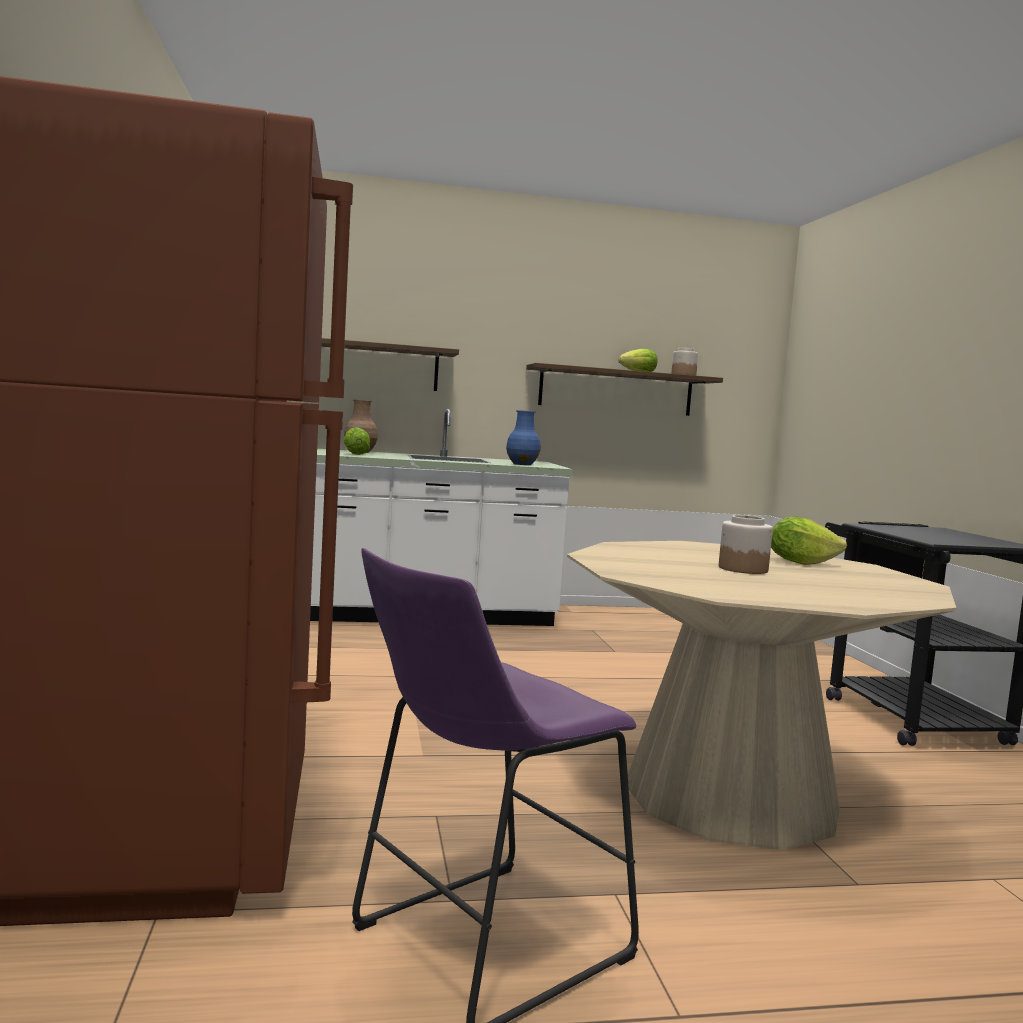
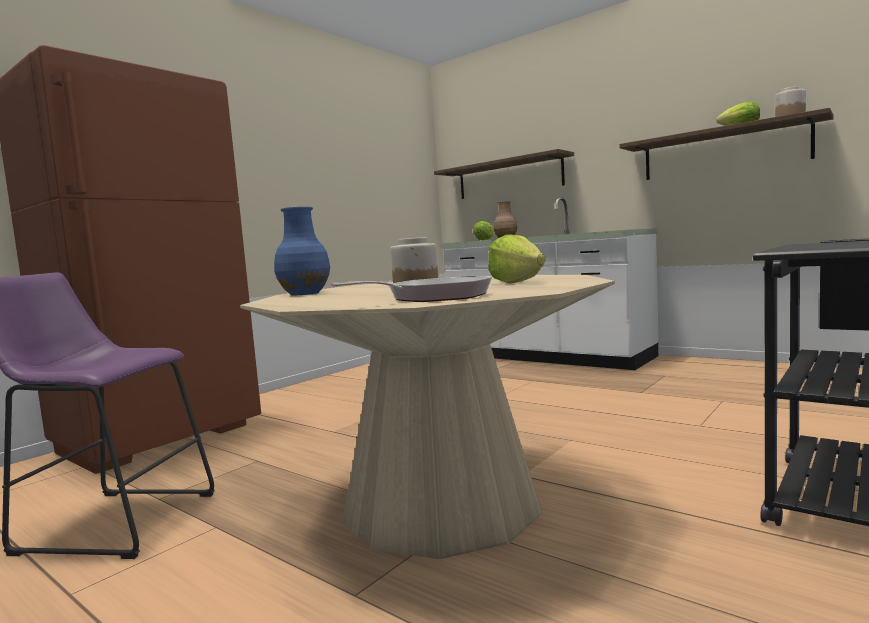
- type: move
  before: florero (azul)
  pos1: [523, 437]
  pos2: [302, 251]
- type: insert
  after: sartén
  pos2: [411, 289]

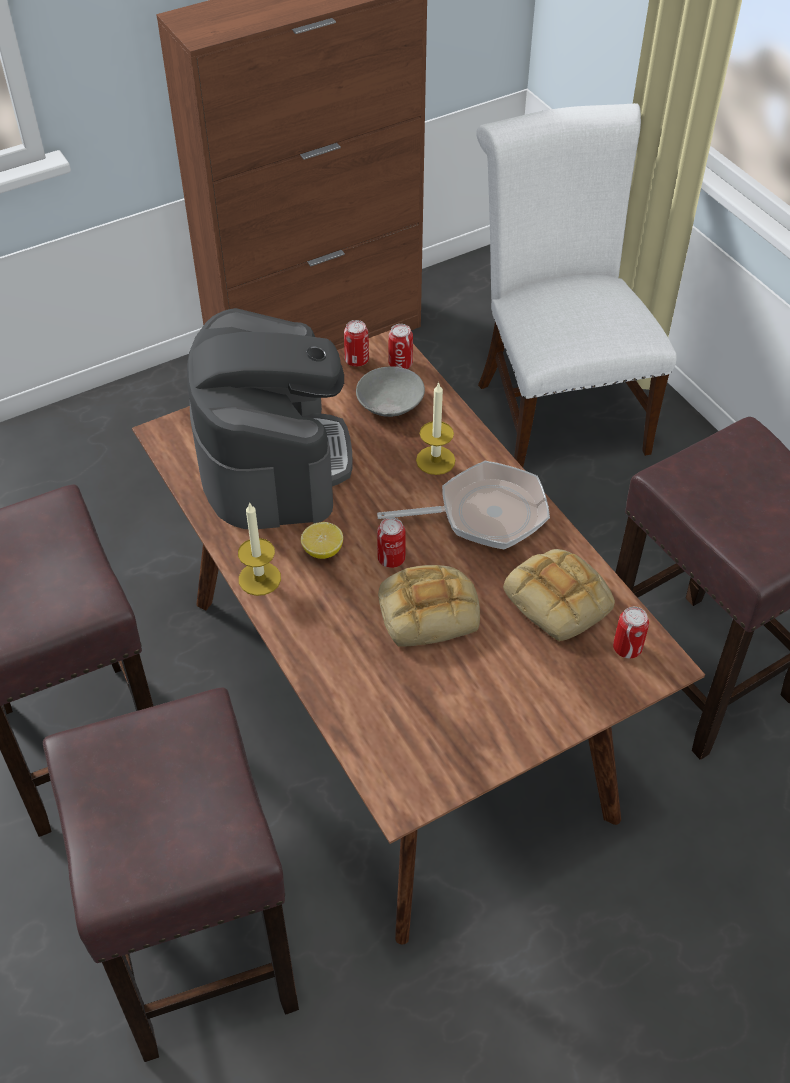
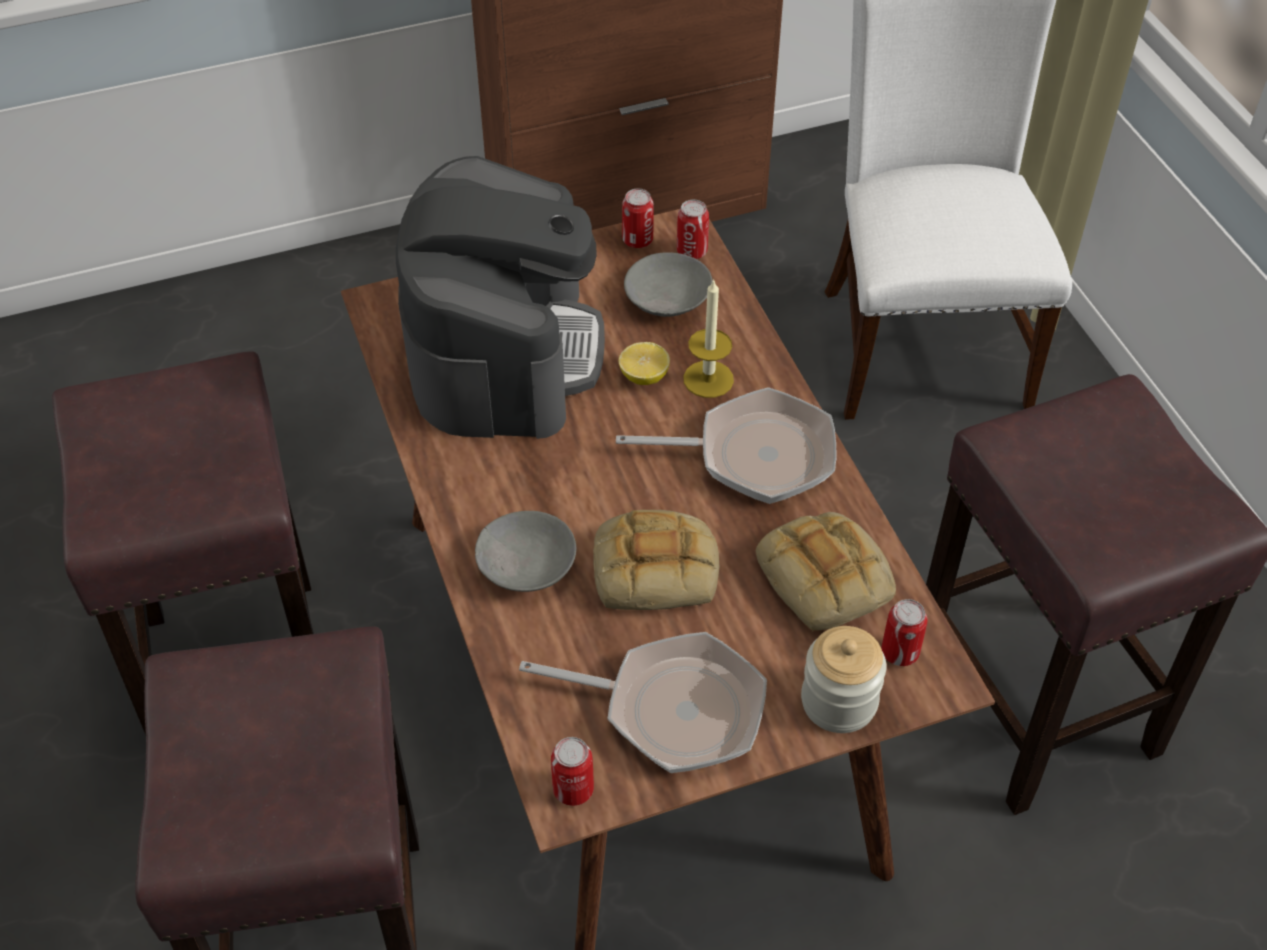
- type: delete
  before: vela
  pos1: [259, 549]
- type: move
  before: limón
  pos1: [322, 540]
  pos2: [644, 363]
- type: move
  before: lata
  pos1: [391, 542]
  pos2: [572, 771]
- type: insert
  after: cuenco (gris)
  pos2: [525, 551]
- type: insert
  after: sartén
  pos2: [643, 702]
- type: insert
  after: tarro
  pos2: [844, 679]

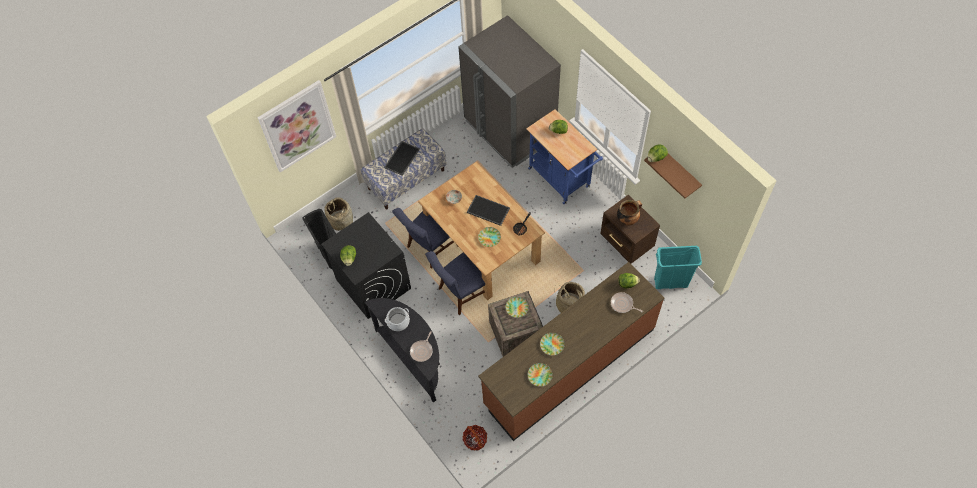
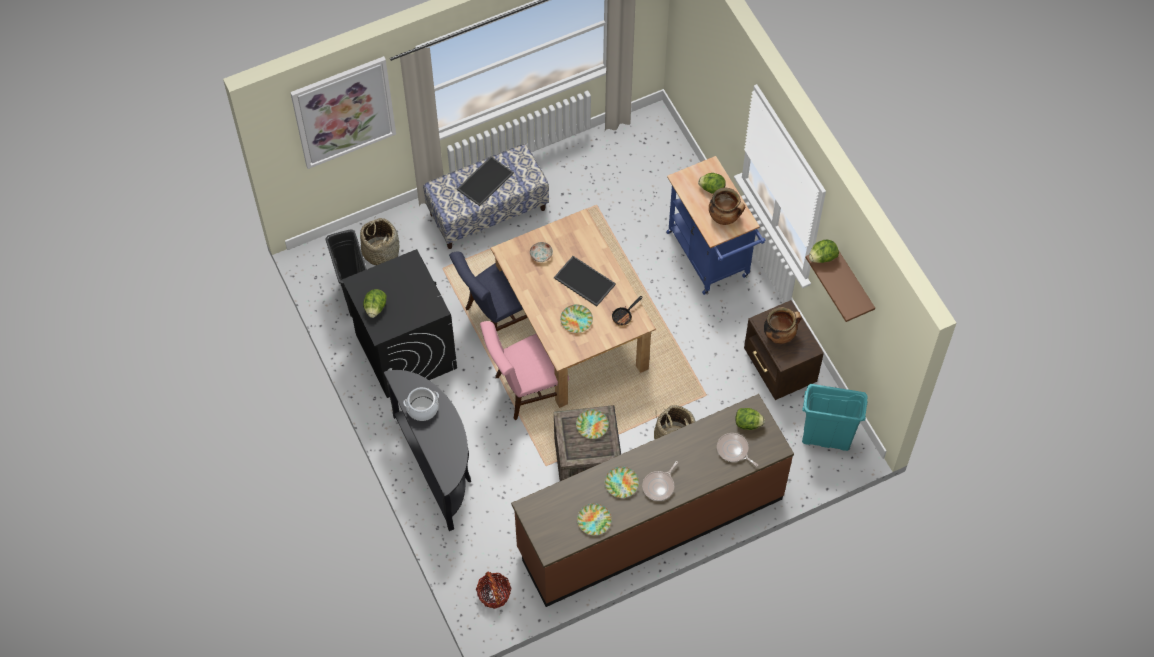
- type: move
  before: sartén
  pos1: [421, 346]
  pos2: [660, 481]
- type: recolor
  before: silla (azul)
  after: silla (rosa)
  pos1: [455, 283]
  pos2: [524, 370]
- type: delete
  before: nevera (gris)
  pos1: [509, 91]
- type: insert
  after: olla
  pos2: [727, 206]

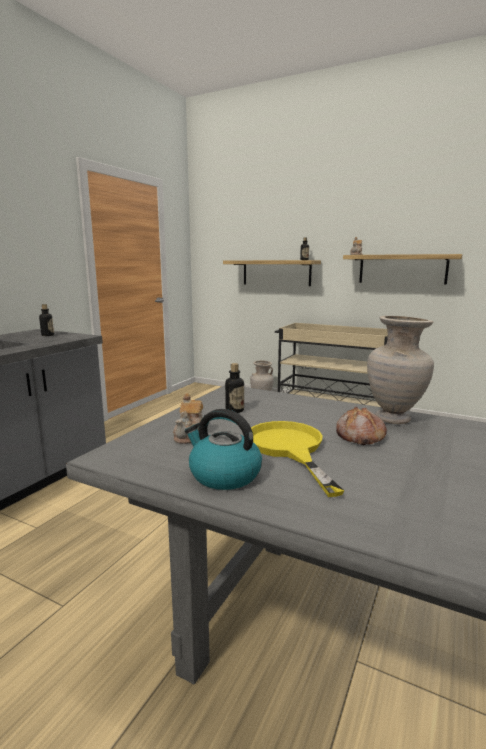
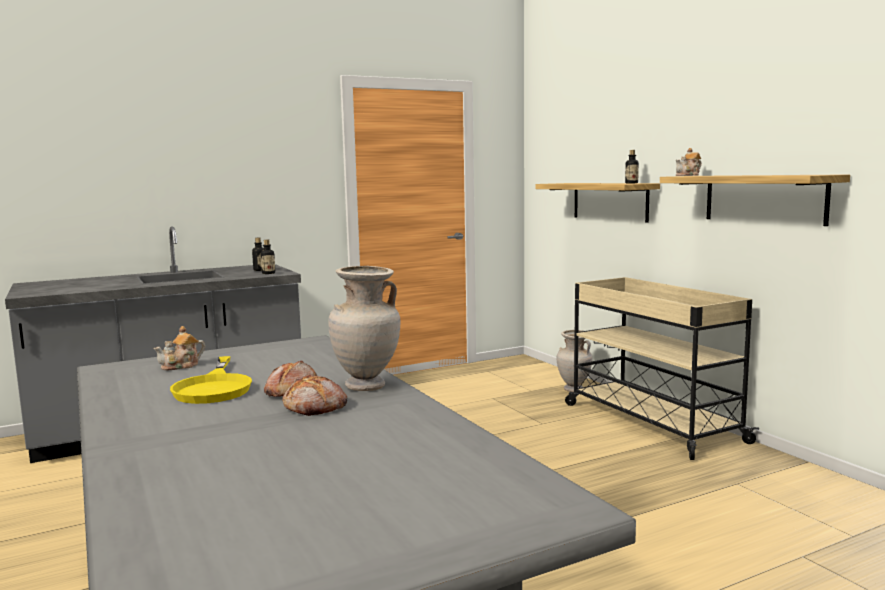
- type: delete
  before: hervidor
  pos1: [223, 449]
- type: move
  before: botella
  pos1: [234, 388]
  pos2: [268, 257]
- type: rotate
  before: sartén (amarillo)
  pos1: [297, 459]
  pos2: [211, 380]
  turn: 150
- type: insert
  after: pan
  pos2: [314, 395]

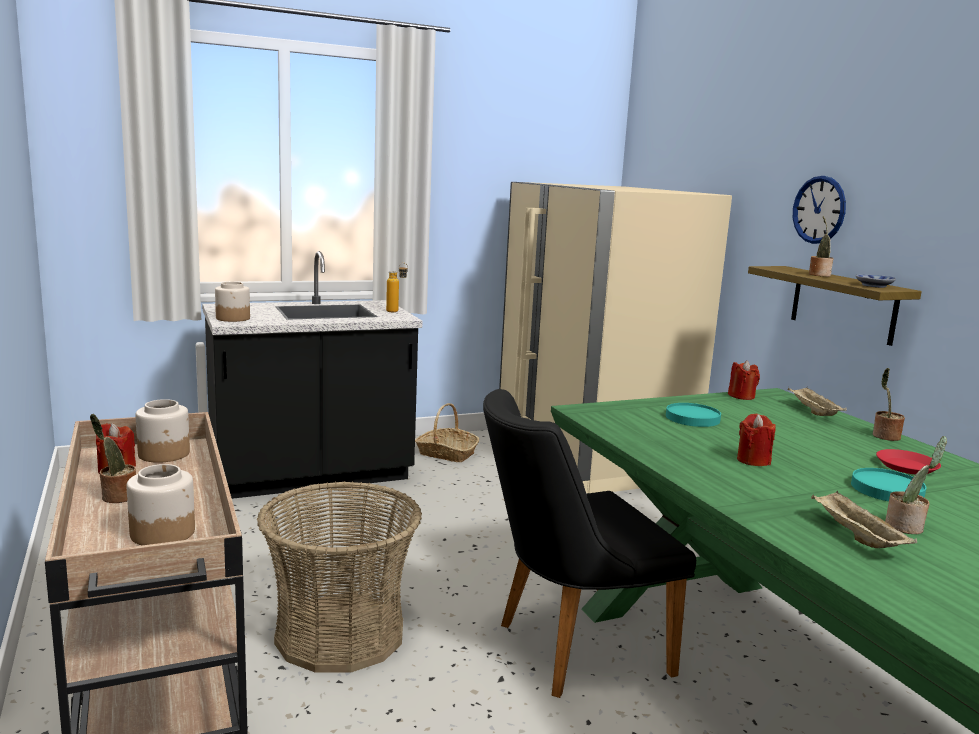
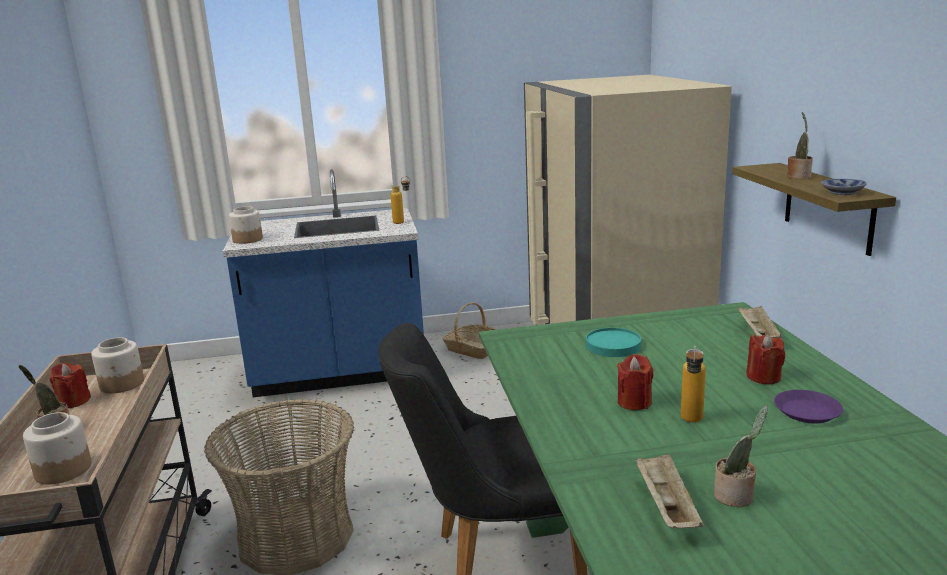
- type: recolor
  before: mueble bajo de cocina (negro)
  after: mueble bajo de cocina (azul)
  pos1: [312, 375]
  pos2: [323, 283]
- type: move
  before: vela (rojo)
  pos1: [744, 380]
  pos2: [765, 359]
- type: delete
  before: reloj de pared
  pos1: [819, 210]
- type: delete
  before: plato (turquesa)
  pos1: [889, 484]
- type: delete
  before: planta en maceta
  pos1: [889, 404]
- type: recolor
  before: plato (rojo)
  after: plato (morado)
  pos1: [908, 462]
  pos2: [808, 406]
- type: insert
  after: botella
  pos2: [693, 383]

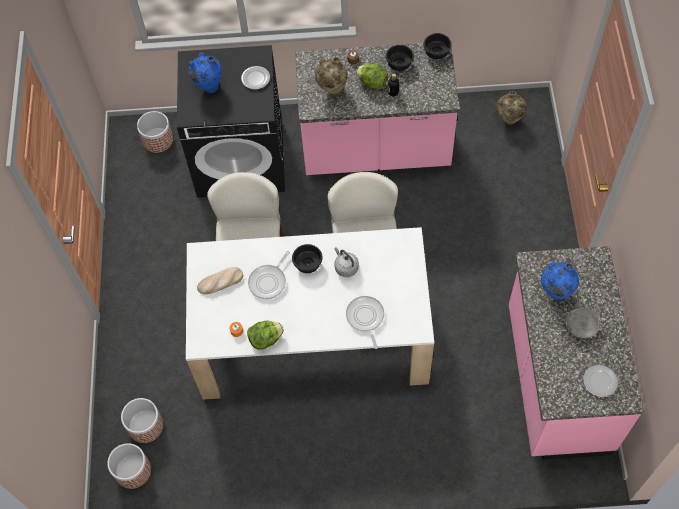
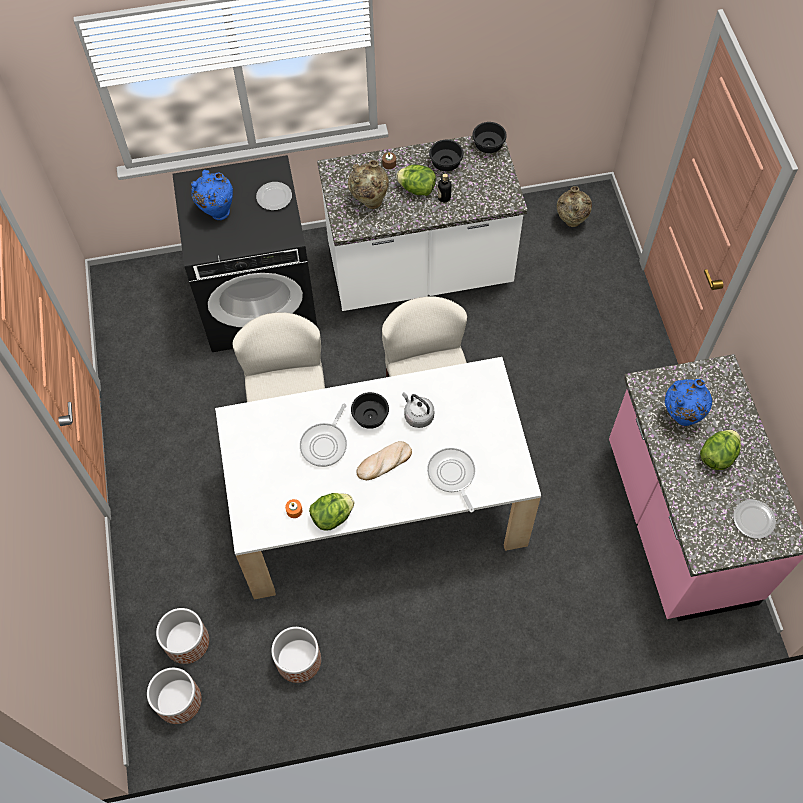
- type: move
  before: maceta
  pos1: [155, 132]
  pos2: [296, 655]
- type: move
  before: pan
  pos1: [220, 280]
  pos2: [384, 460]
- type: recolor
  before: mueble bajo de cocina (rosa)
  after: mueble bajo de cocina (blanco)
  pos1: [377, 109]
  pos2: [422, 223]
- type: replace
  before: cuenco (gris)
  after: lechuga
  pos1: [582, 323]
  pos2: [720, 450]

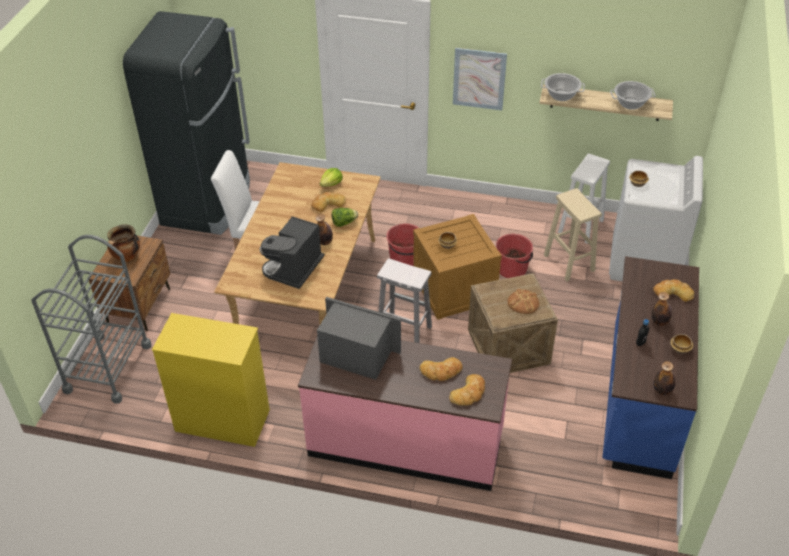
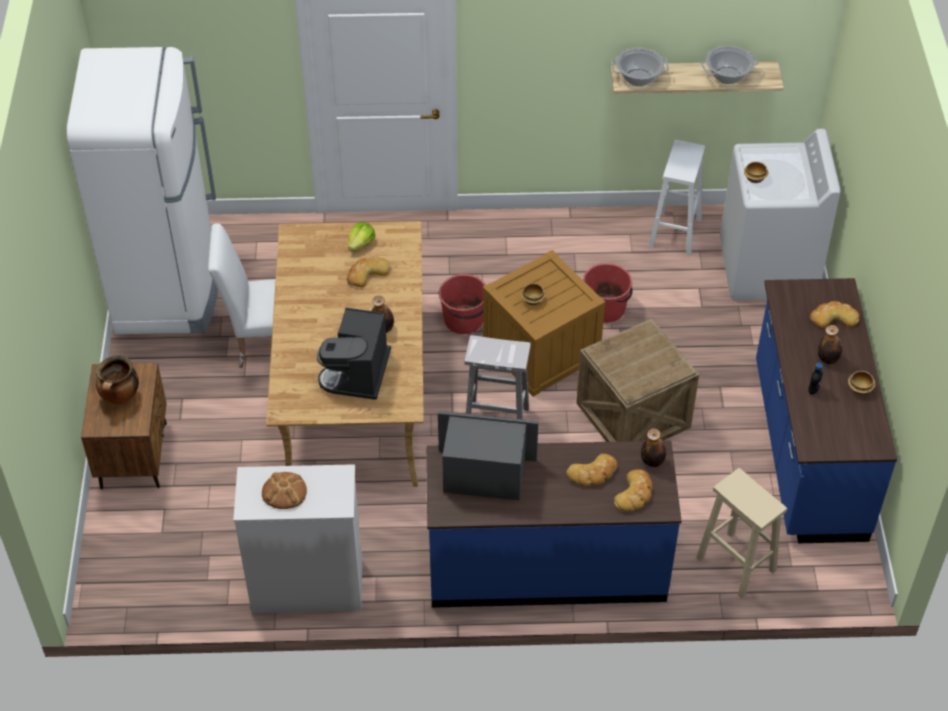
- type: delete
  before: carrito (gris)
  pos1: [91, 319]
- type: recolor
  before: nevera (negro)
  after: nevera (blanco)
  pos1: [186, 123]
  pos2: [142, 190]
- type: recolor
  before: cómoda (amarillo)
  after: cómoda (blanco)
  pos1: [211, 380]
  pos2: [297, 538]
- type: recolor
  before: mueble bajo de cocina (rosa)
  after: mueble bajo de cocina (azul)
  pos1: [405, 414]
  pos2: [553, 524]
- type: delete
  before: lechuga
  pos1: [345, 217]
- type: delete
  before: cuadro
  pos1: [480, 79]
- type: move
  before: pan
  pos1: [523, 301]
  pos2: [284, 490]
- type: move
  before: taburete (beis)
  pos1: [573, 234]
  pos2: [741, 533]
- type: move
  before: botella
  pos1: [664, 378]
  pos2: [653, 447]

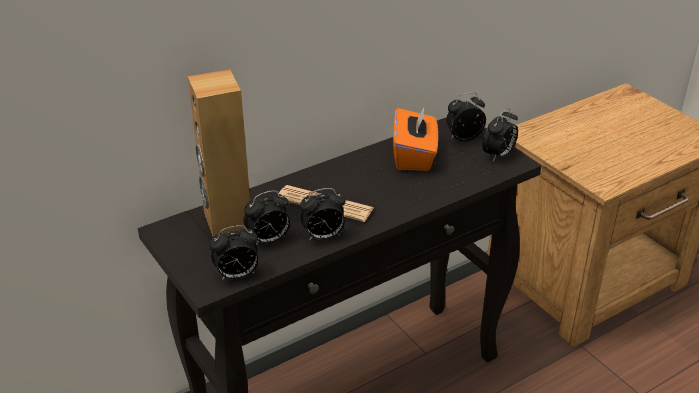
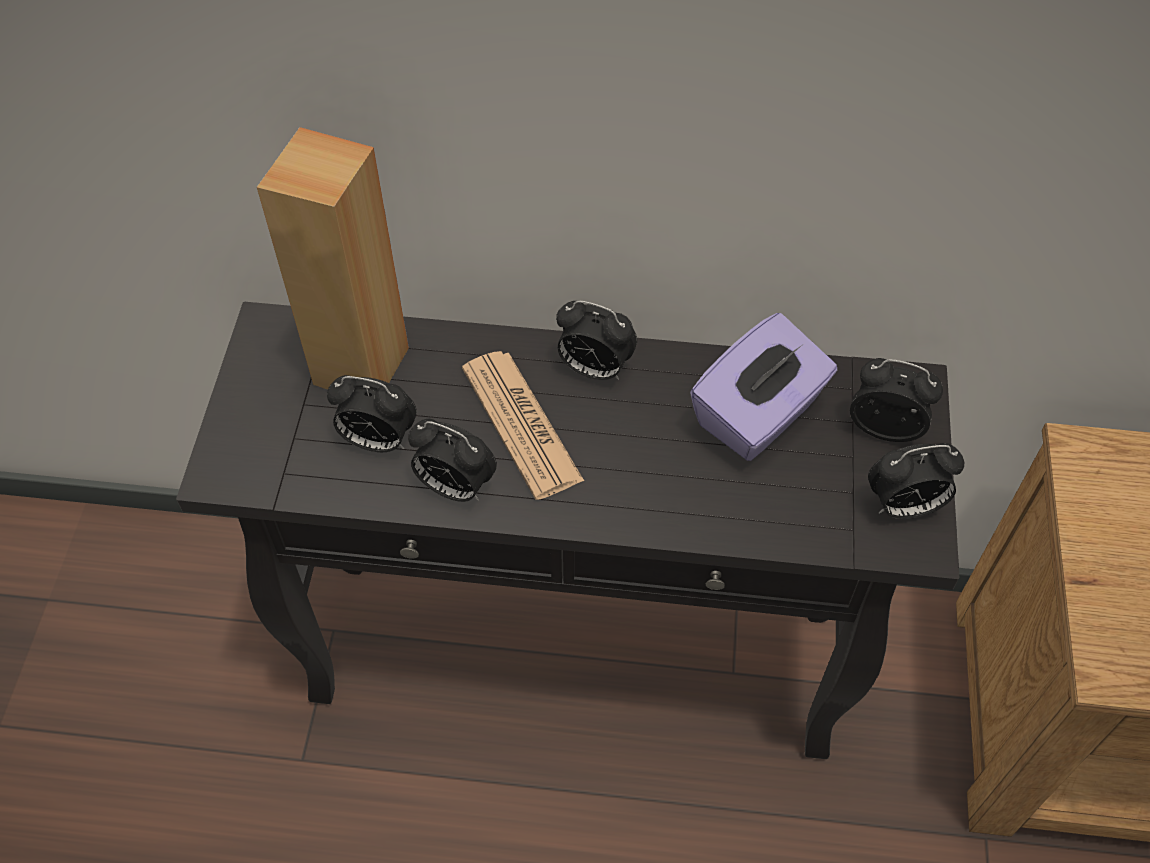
- type: move
  before: despertador
  pos1: [234, 252]
  pos2: [596, 340]
- type: recolor
  before: caja de pañuelos (naranja)
  after: caja de pañuelos (morado)
  pos1: [415, 138]
  pos2: [764, 387]

